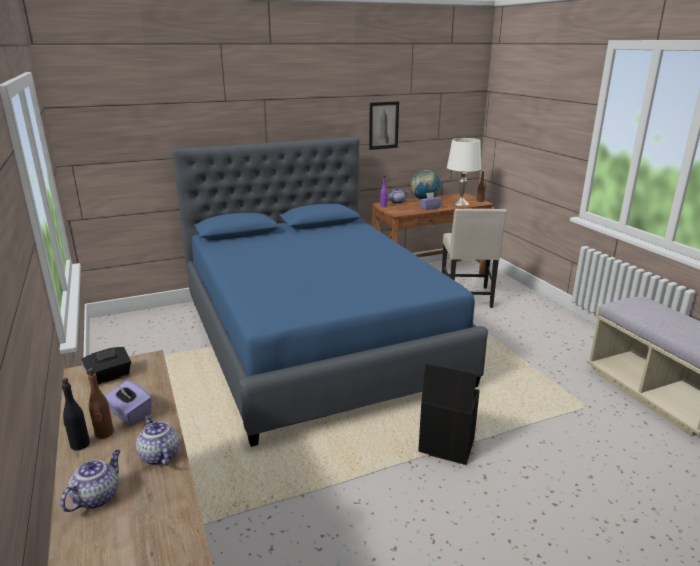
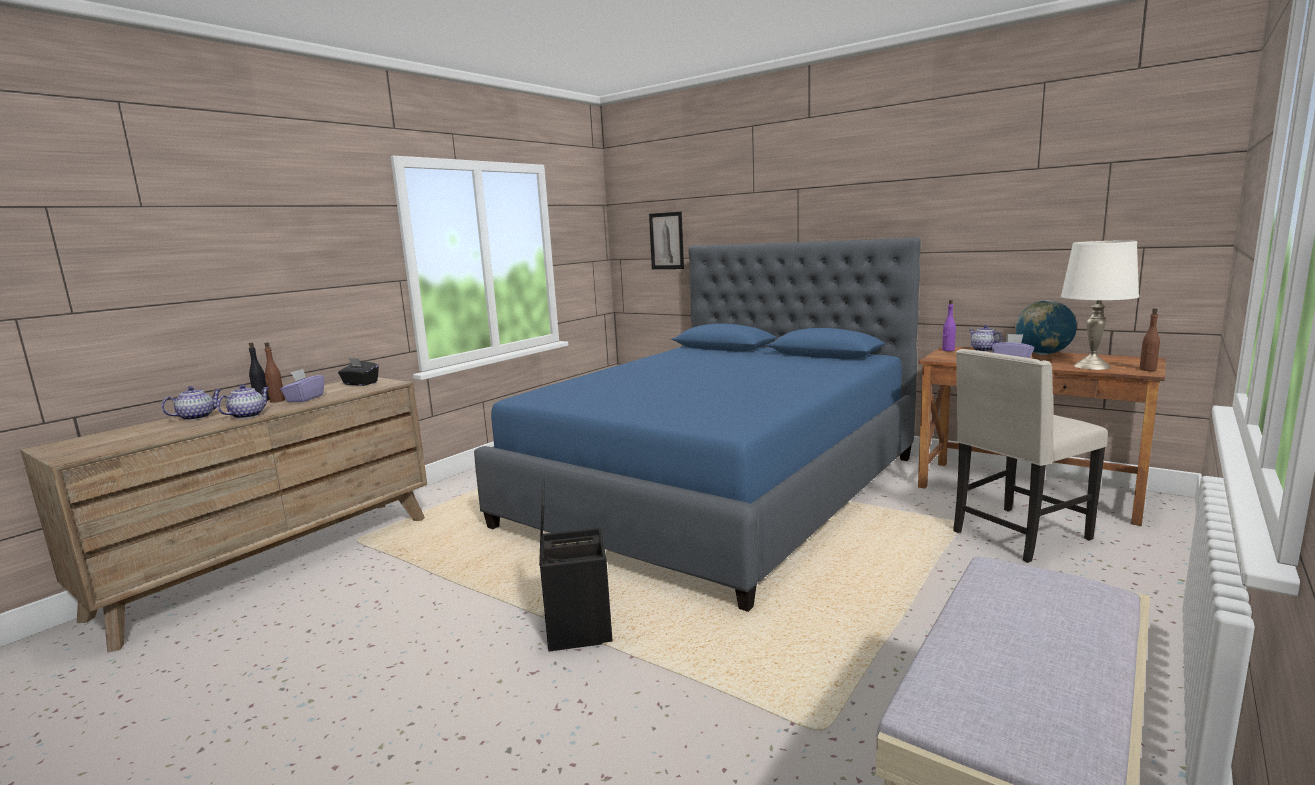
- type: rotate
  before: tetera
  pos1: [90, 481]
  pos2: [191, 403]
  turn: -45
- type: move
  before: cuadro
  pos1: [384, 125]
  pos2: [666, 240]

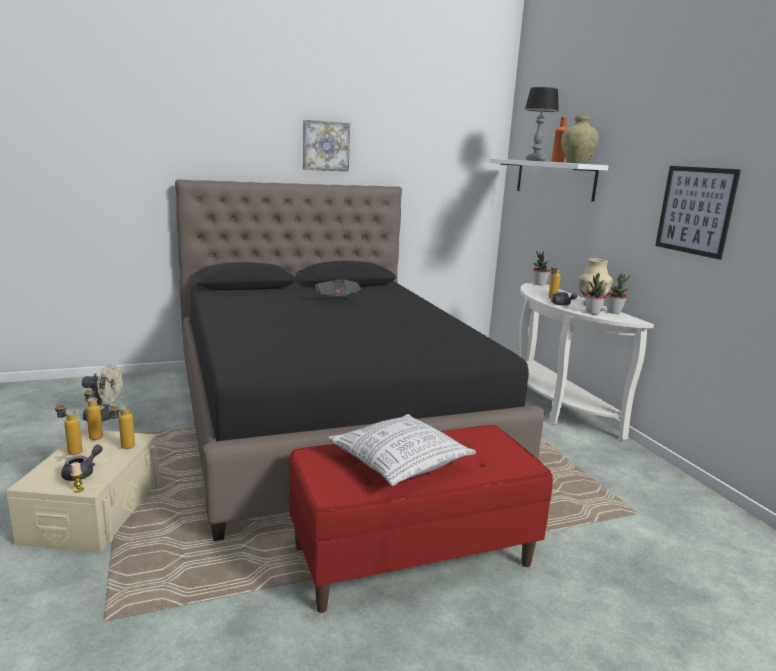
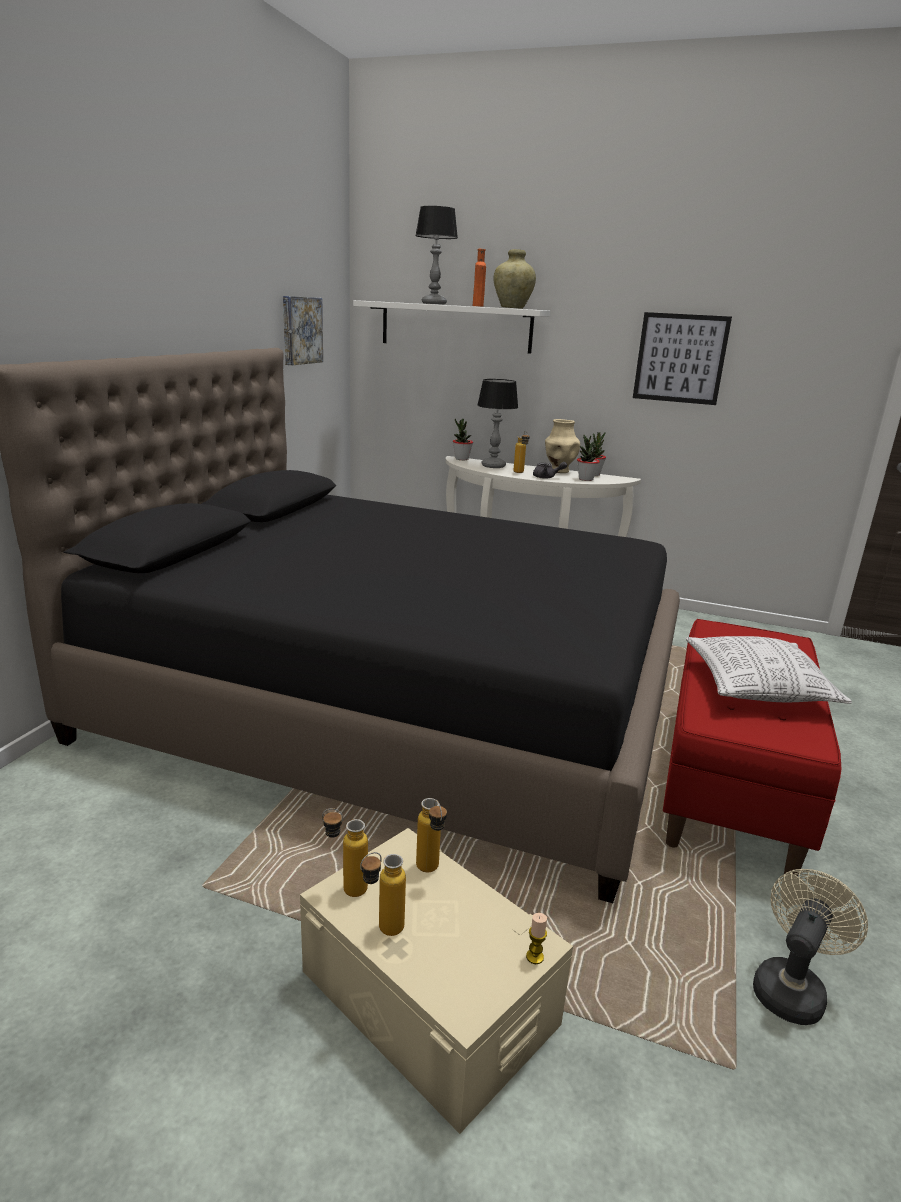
- type: delete
  before: tetera (gris)
  pos1: [82, 462]
- type: move
  before: ventilador (beis)
  pos1: [102, 392]
  pos2: [810, 947]
- type: move
  before: cuadro
  pos1: [326, 146]
  pos2: [303, 330]
- type: delete
  before: periódico
  pos1: [338, 287]
- type: insert
  after: lámpara de mesa
  pos2: [497, 423]

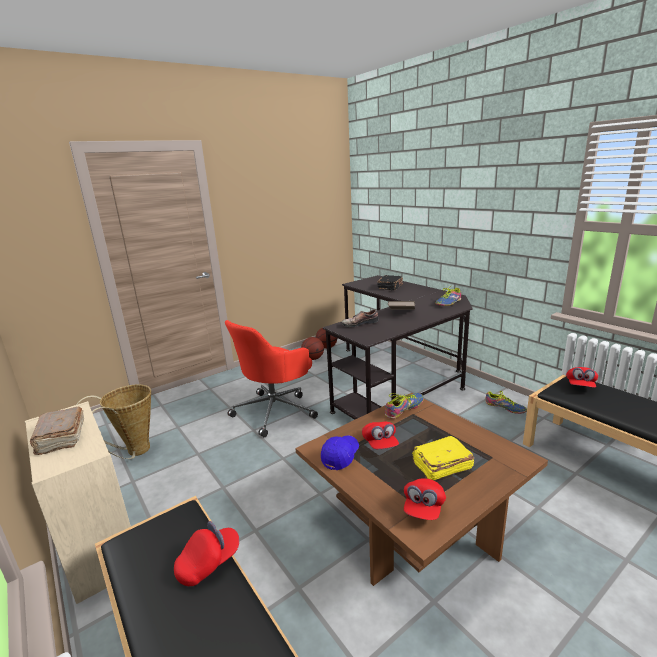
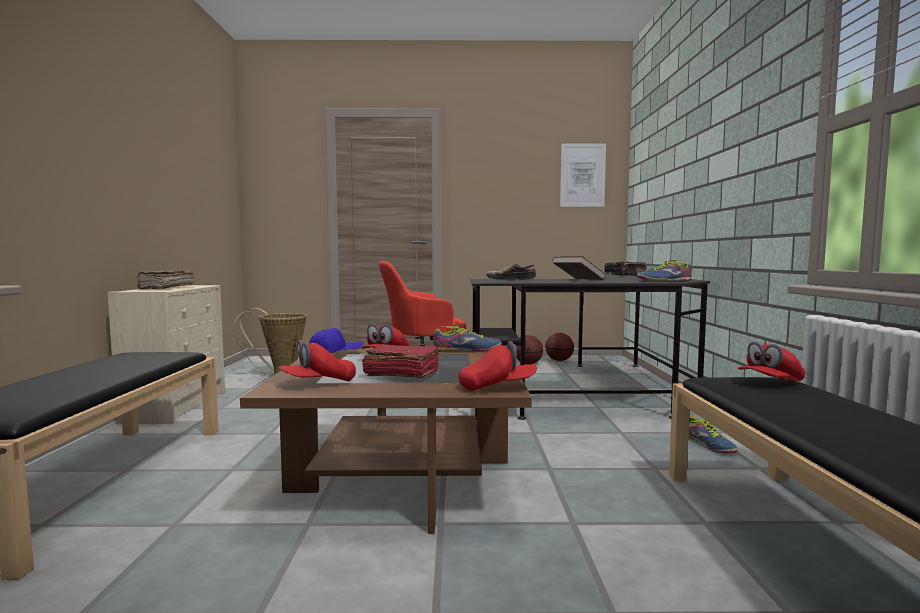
- type: move
  before: gorra (rojo)
  pos1: [206, 553]
  pos2: [497, 366]
- type: recolor
  before: libro (amarillo)
  after: libro (rojo)
  pos1: [443, 458]
  pos2: [401, 361]
- type: insert
  after: cuadro
  pos2: [583, 175]

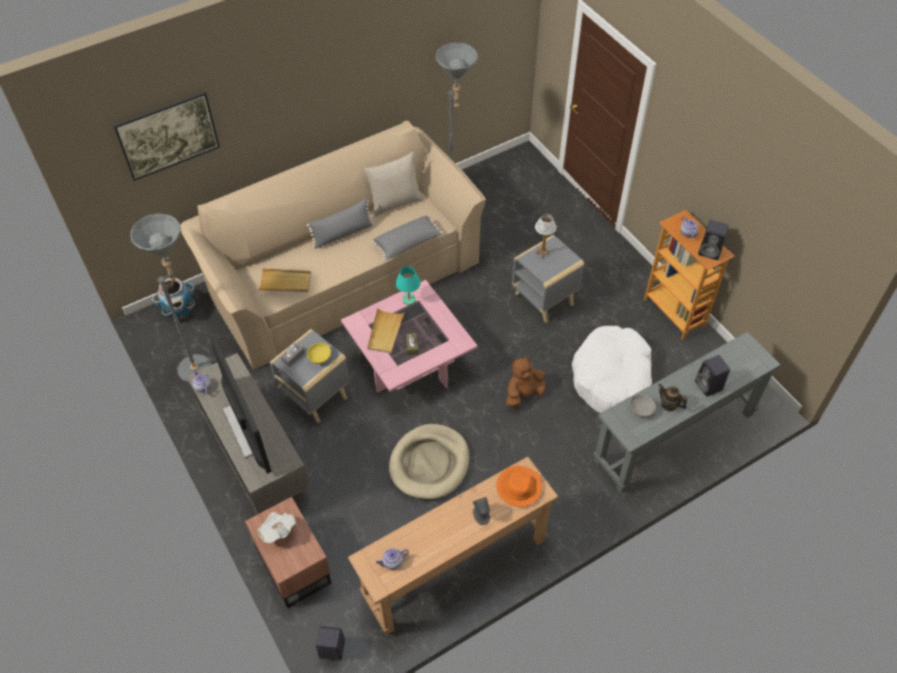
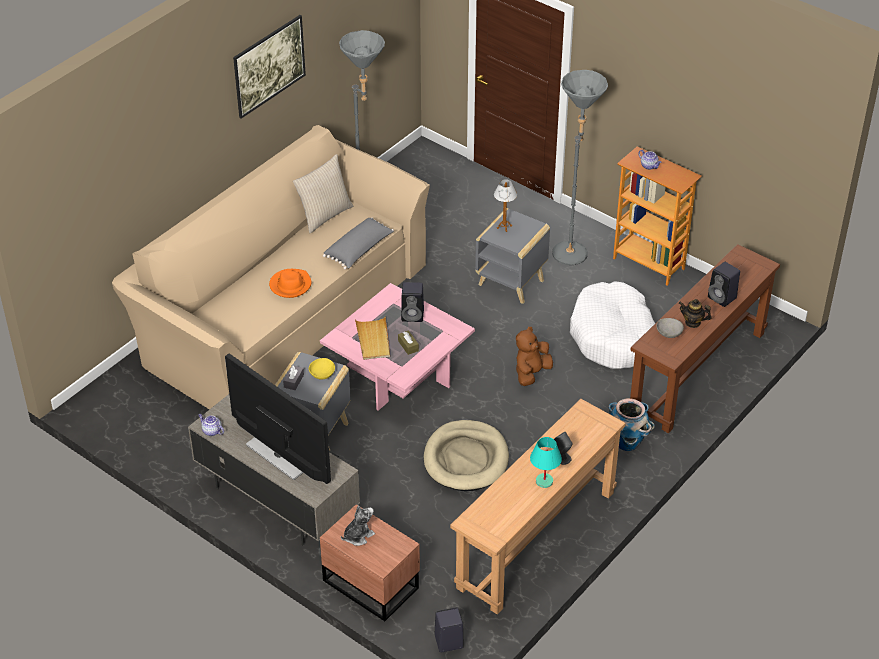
- type: move
  before: cuadro
  pos1: [166, 136]
  pos2: [269, 67]
- type: move
  before: lámpara de pie (gris)
  pos1: [171, 298]
  pos2: [580, 167]
- type: move
  before: maceta
  pos1: [173, 298]
  pos2: [632, 424]
- type: replace
  before: periódico
  after: peluche
  pos1: [276, 527]
  pos2: [358, 525]
- type: delete
  before: bandeja (beis)
  pos1: [284, 280]
- type: delete
  before: cojín (gris)
  pos1: [340, 223]
- type: delete
  before: tetera
  pos1: [392, 559]
- type: move
  before: lámpara de mesa (turquesa)
  pos1: [408, 285]
  pos2: [546, 462]
- type: move
  before: sombrero (naranja)
  pos1: [519, 486]
  pos2: [290, 283]
- type: recolor
  before: mesa consola (gris)
  after: mesa consola (marrón)
  pos1: [687, 412]
  pos2: [705, 338]
- type: move
  before: altavoz (negro)
  pos1: [713, 240]
  pos2: [412, 302]

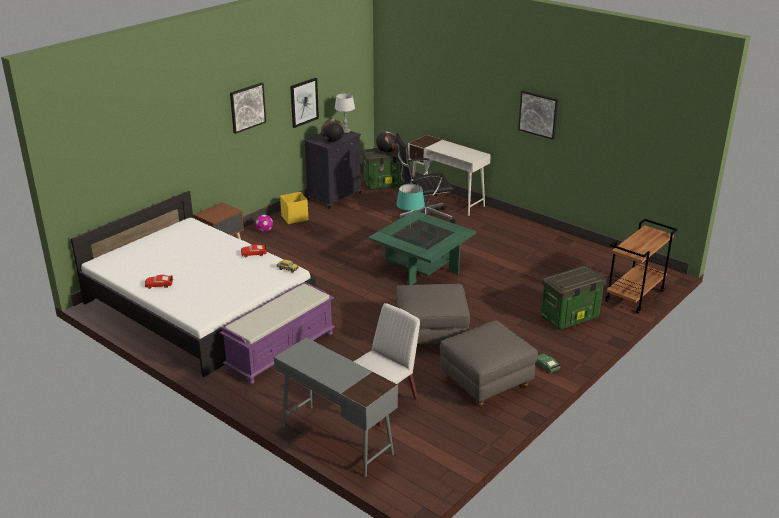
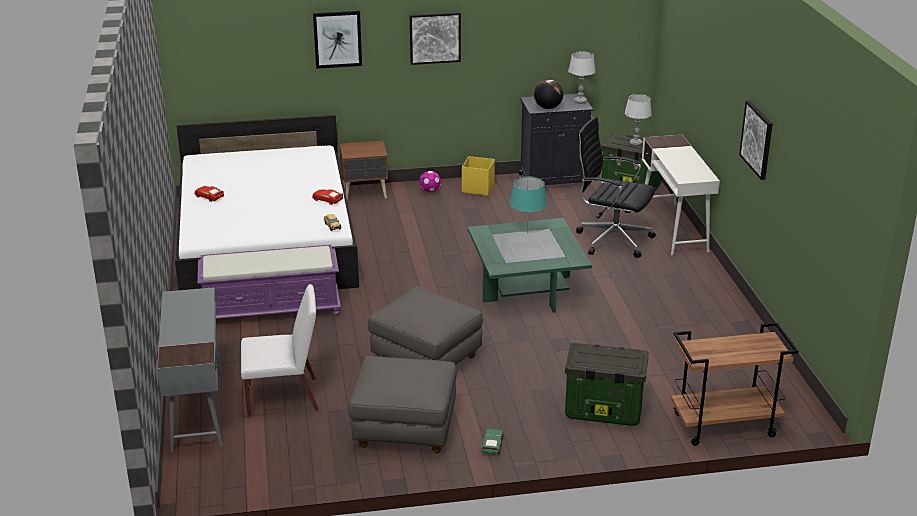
- type: move
  before: cuadro
  pos1: [304, 102]
  pos2: [337, 40]
- type: replace
  before: globo terráqueo
  after: lámpara de mesa (gris)
  pos1: [386, 142]
  pos2: [638, 120]

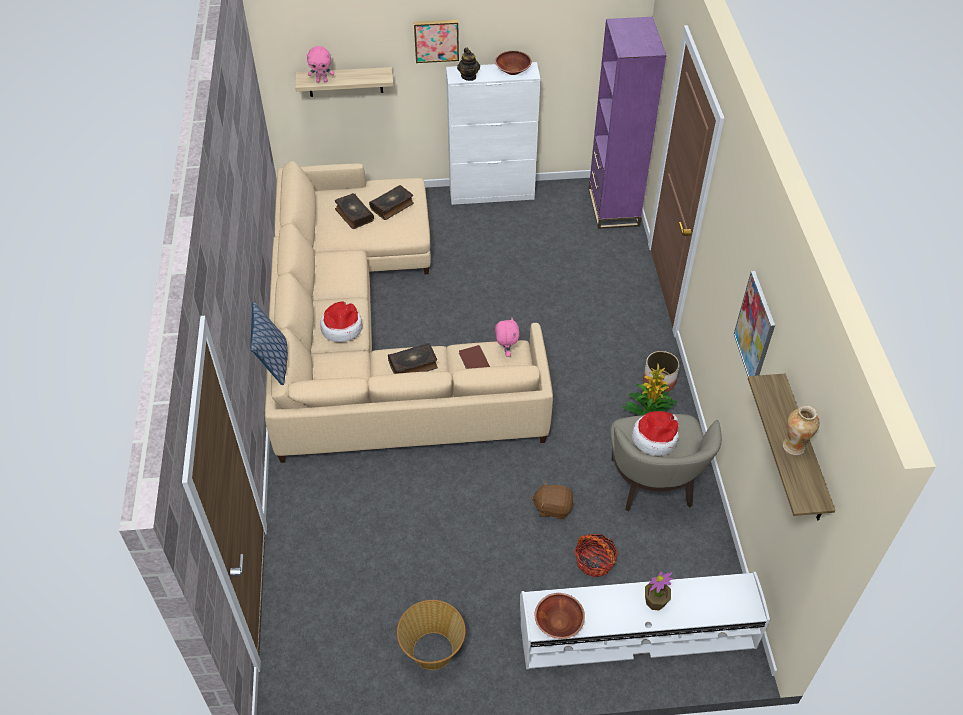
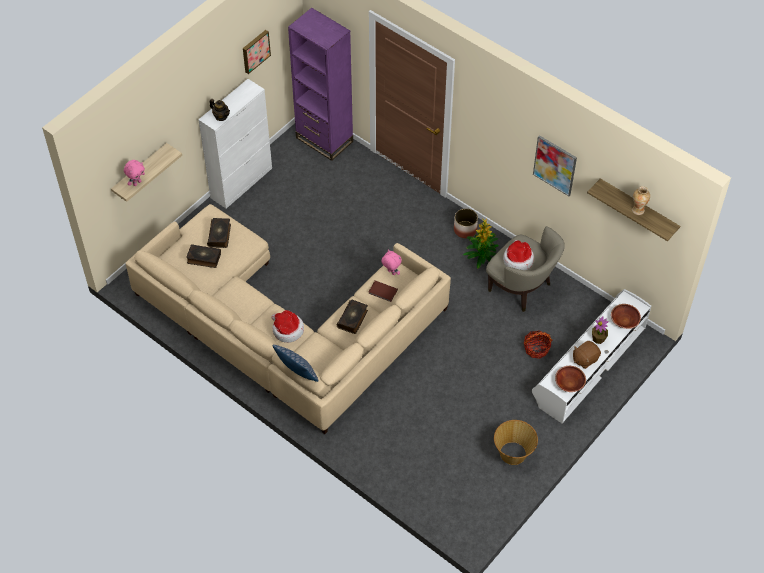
- type: move
  before: cuadro
  pos1: [436, 41]
  pos2: [257, 52]
- type: move
  before: cuenco (marrón)
  pos1: [513, 63]
  pos2: [626, 316]
- type: move
  before: peluche (marrón)
  pos1: [552, 500]
  pos2: [587, 355]

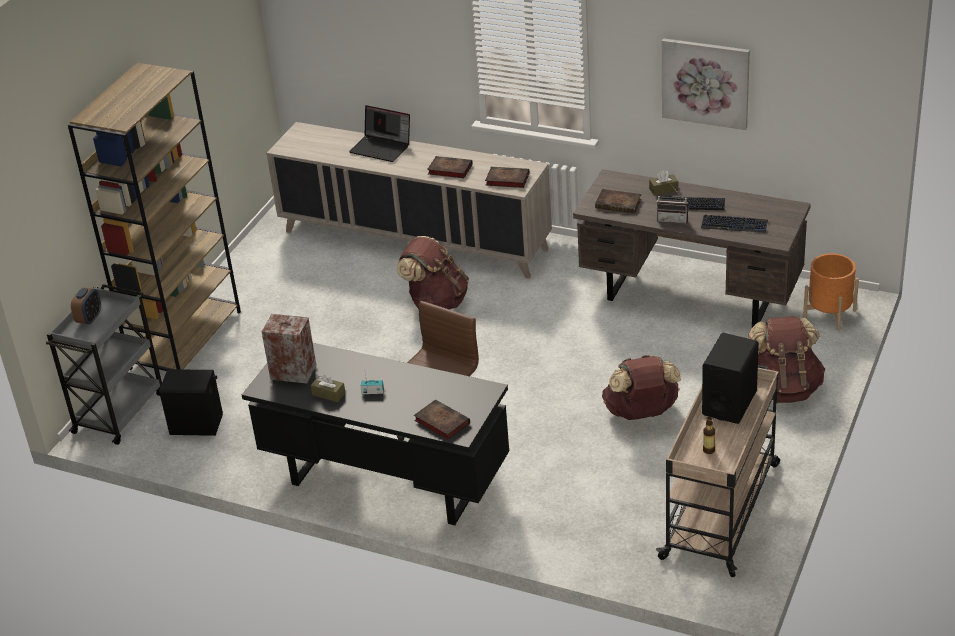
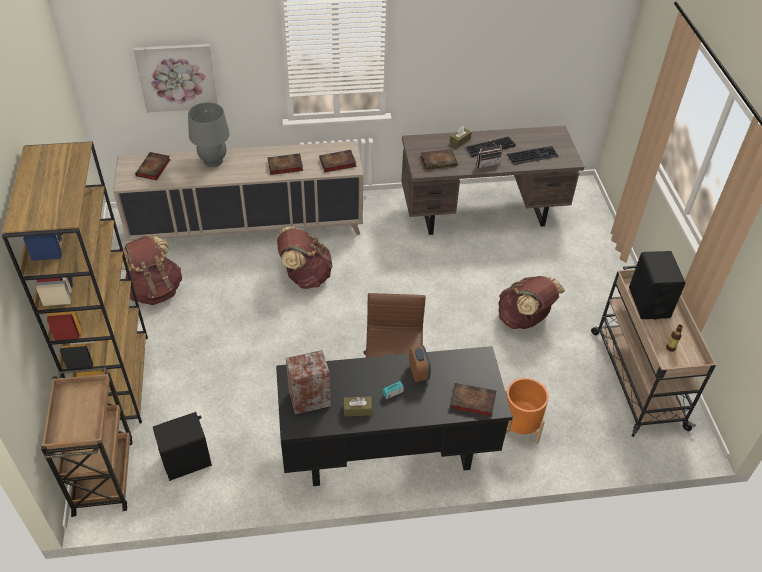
- type: recolor
  before: carrito (gris)
  after: carrito (marrón)
  pos1: [104, 364]
  pos2: [87, 442]
- type: move
  before: despertador
  pos1: [86, 306]
  pos2: [420, 363]
- type: replace
  before: portátil
  after: lámpara de mesa (gris)
  pos1: [379, 133]
  pos2: [209, 134]
- type: move
  before: cuadro
  pos1: [706, 84]
  pos2: [175, 78]
- type: move
  before: mochila (marrón)
  pos1: [786, 359]
  pos2: [150, 270]
- type: move
  before: maceta (naranja)
  pos1: [831, 292]
  pos2: [526, 411]
- type: insert
  after: libro
  pos2: [153, 166]

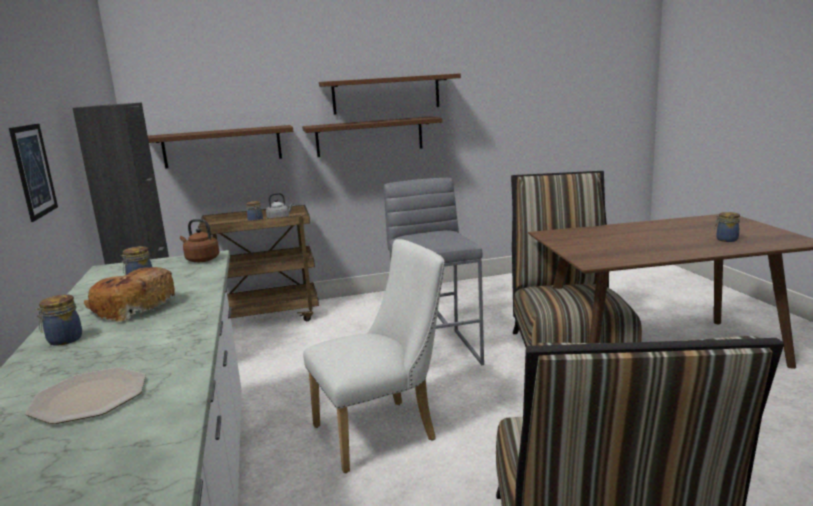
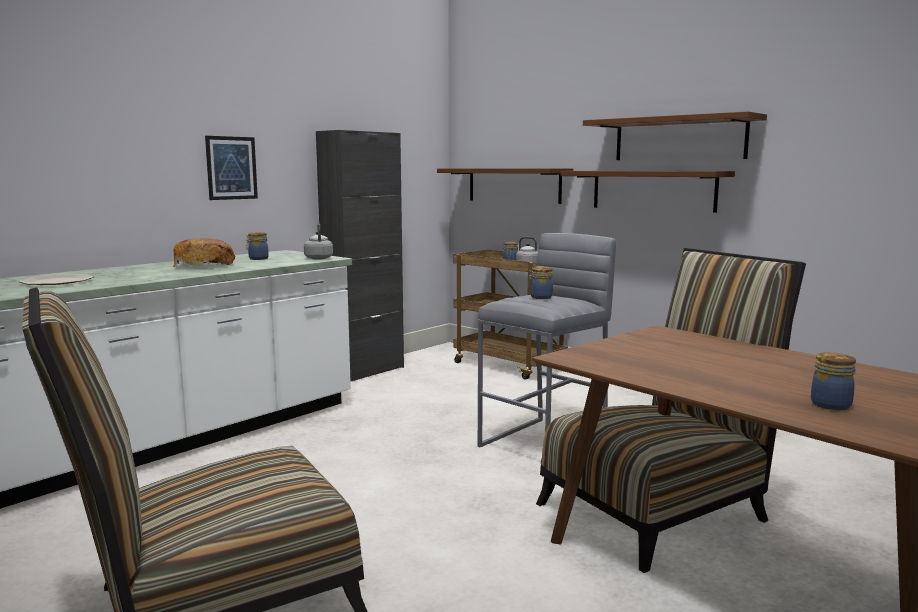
- type: move
  before: tarro
  pos1: [58, 320]
  pos2: [540, 282]
- type: recolor
  before: hervidor (marrón)
  after: hervidor (gris)
  pos1: [199, 240]
  pos2: [318, 241]
- type: delete
  before: silla (blanco)
  pos1: [374, 356]

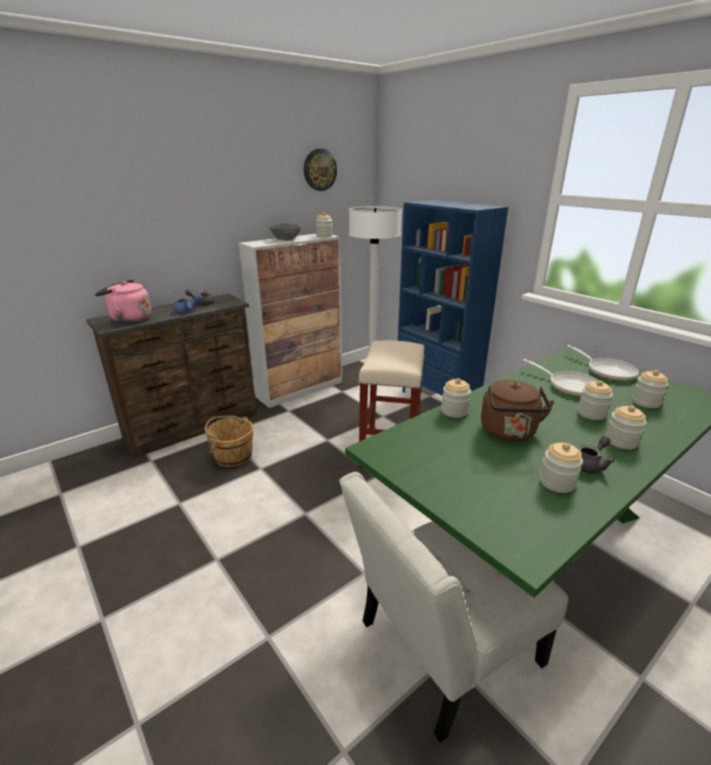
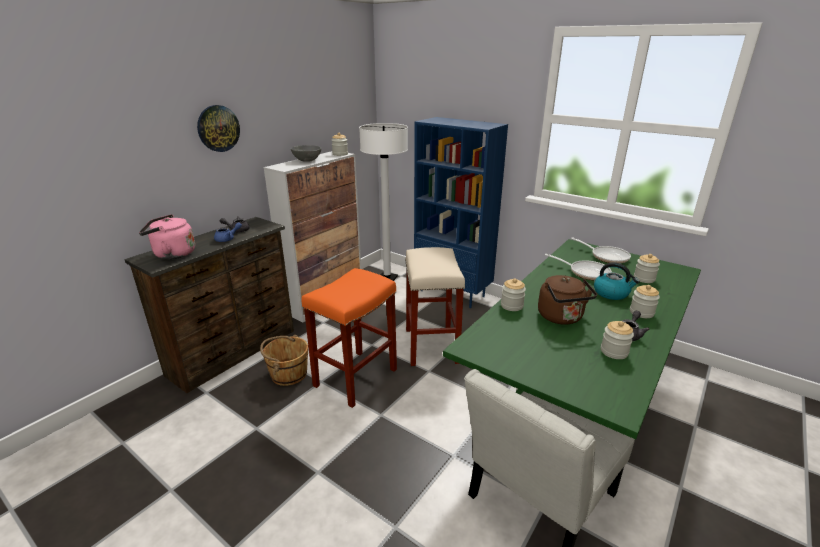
- type: move
  before: reloj de pared
  pos1: [320, 170]
  pos2: [218, 128]
- type: replace
  before: tarro
  after: hervidor
  pos1: [595, 400]
  pos2: [617, 281]
- type: insert
  after: taburete (naranja)
  pos2: [349, 338]

